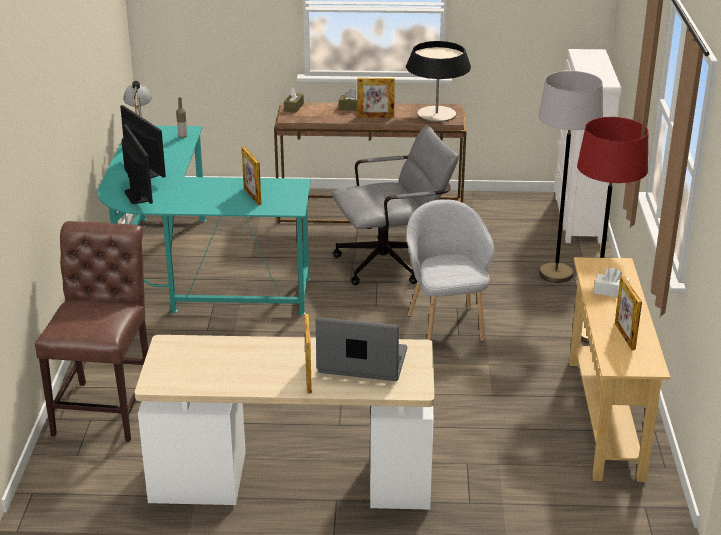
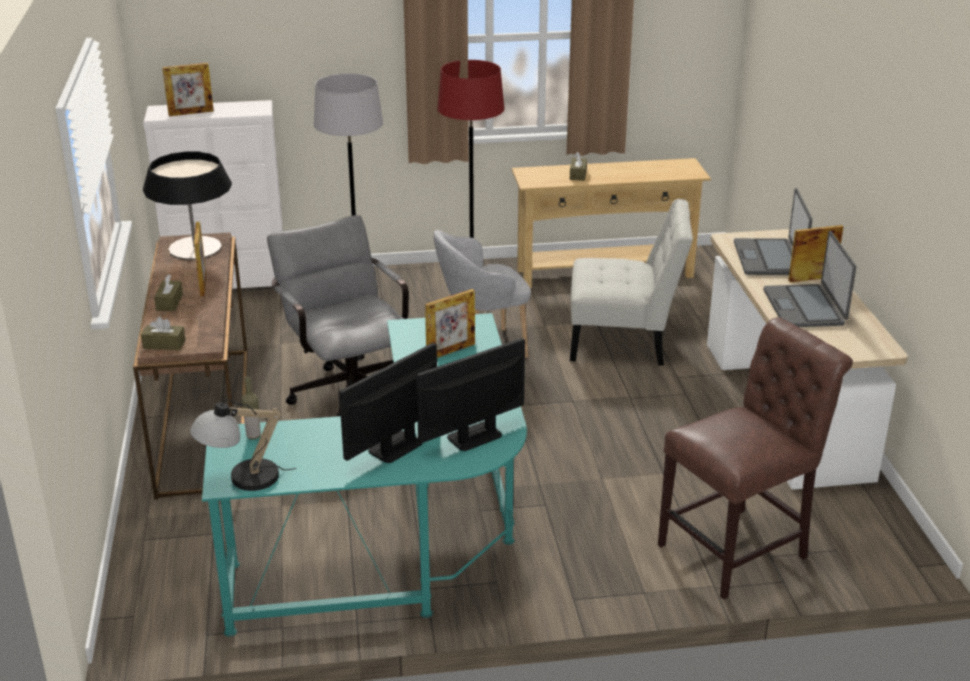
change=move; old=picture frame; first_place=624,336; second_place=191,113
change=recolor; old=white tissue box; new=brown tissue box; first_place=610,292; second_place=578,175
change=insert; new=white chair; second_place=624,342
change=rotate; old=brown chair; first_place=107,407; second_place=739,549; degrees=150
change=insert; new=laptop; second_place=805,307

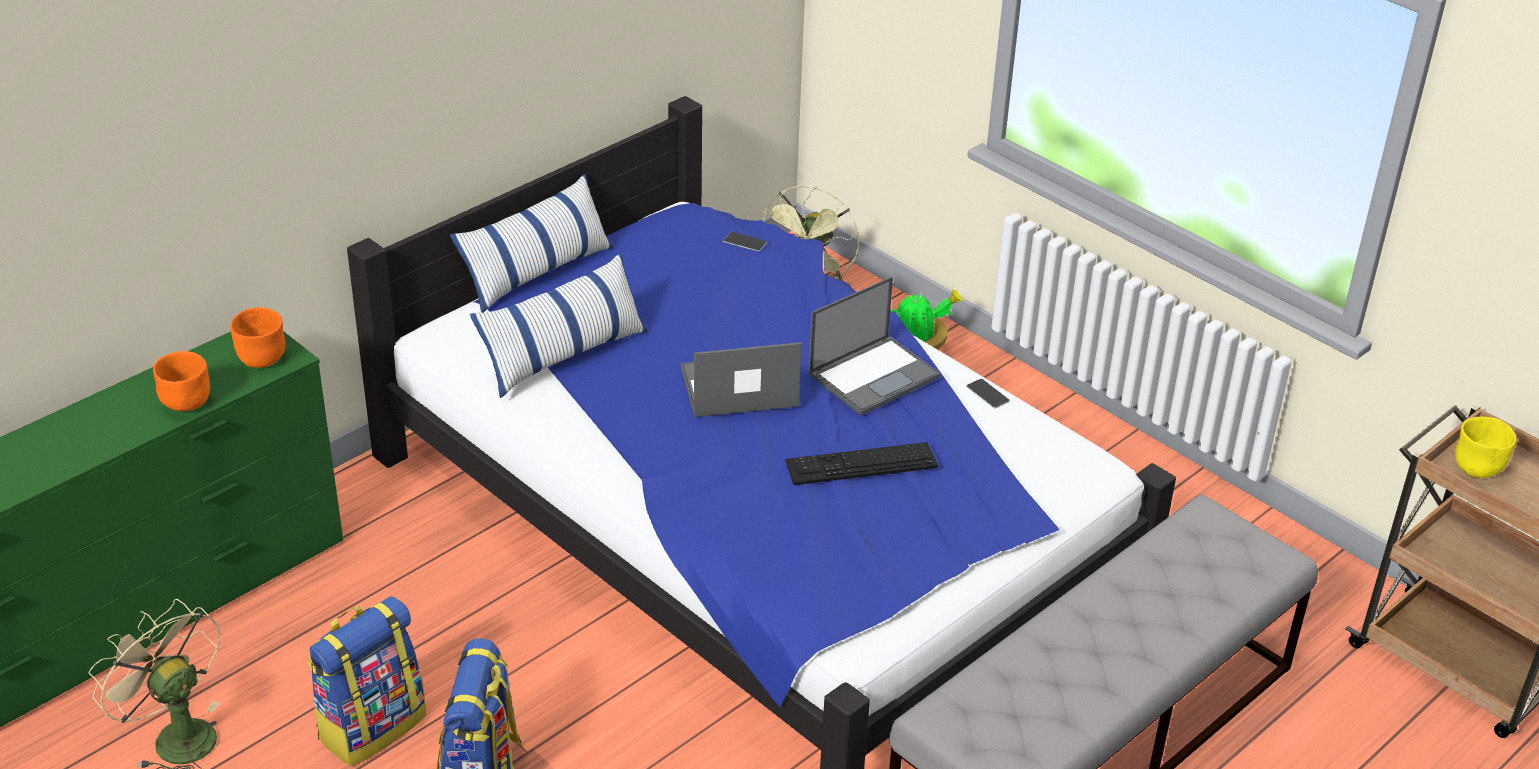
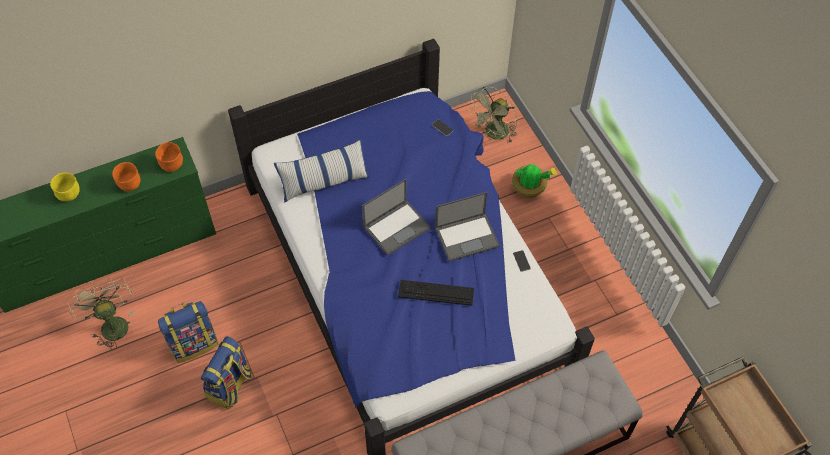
change=move; old=yellow bowl; first_place=1478,469; second_place=70,195
change=rotate; old=laptop; first_place=737,387; second_place=397,226; degrees=135
change=delete; old=pillow; first_place=537,272

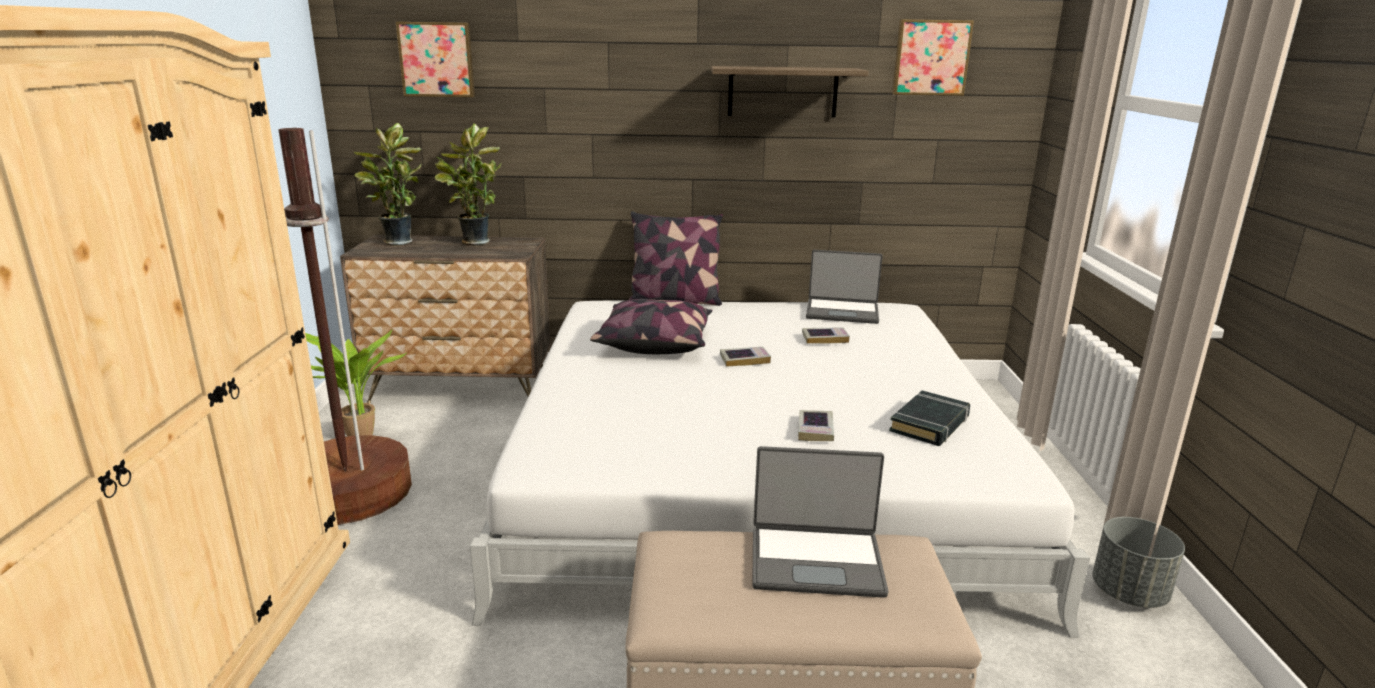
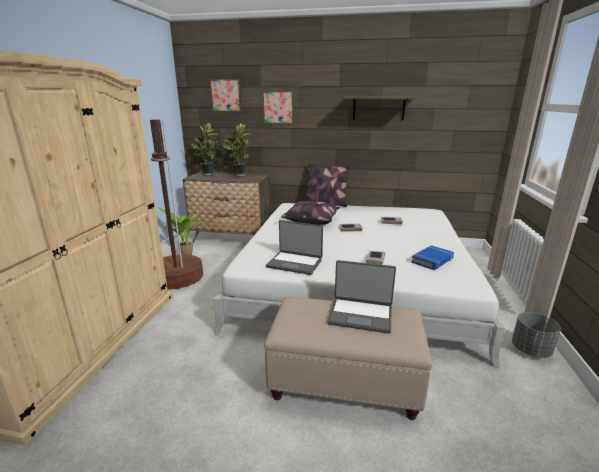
change=move; old=picture; first_place=931,57; second_place=278,107
change=move; old=laptop; first_place=842,312; second_place=295,263
change=recolor; old=black book; new=blue book; first_place=930,424; second_place=432,260

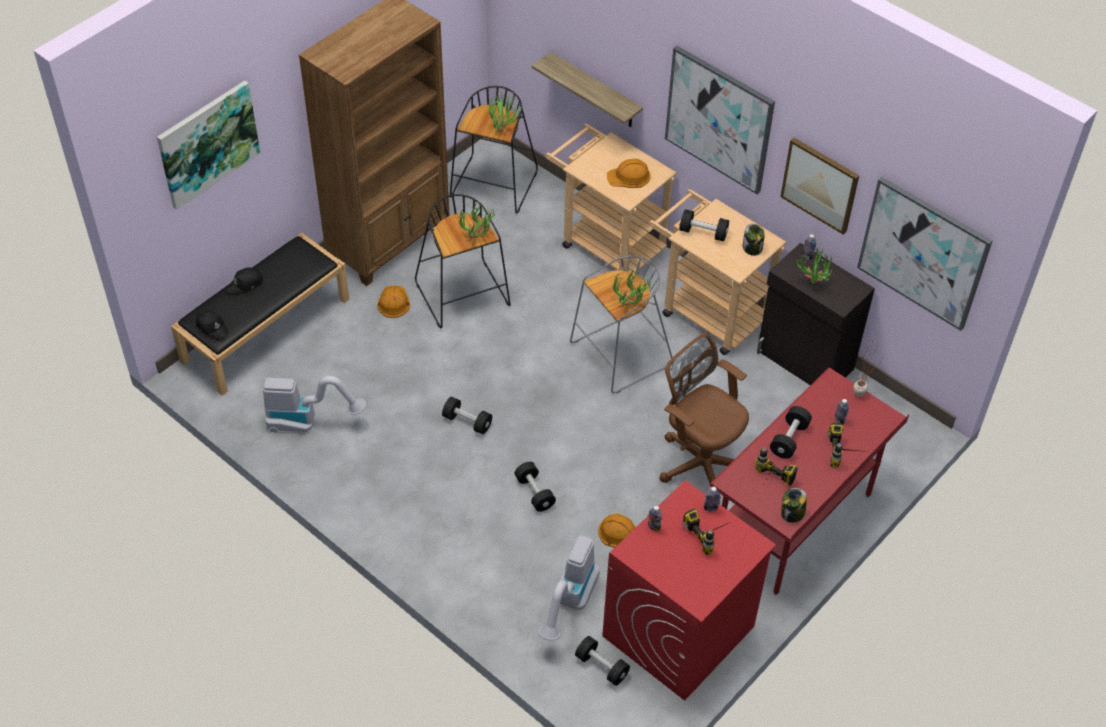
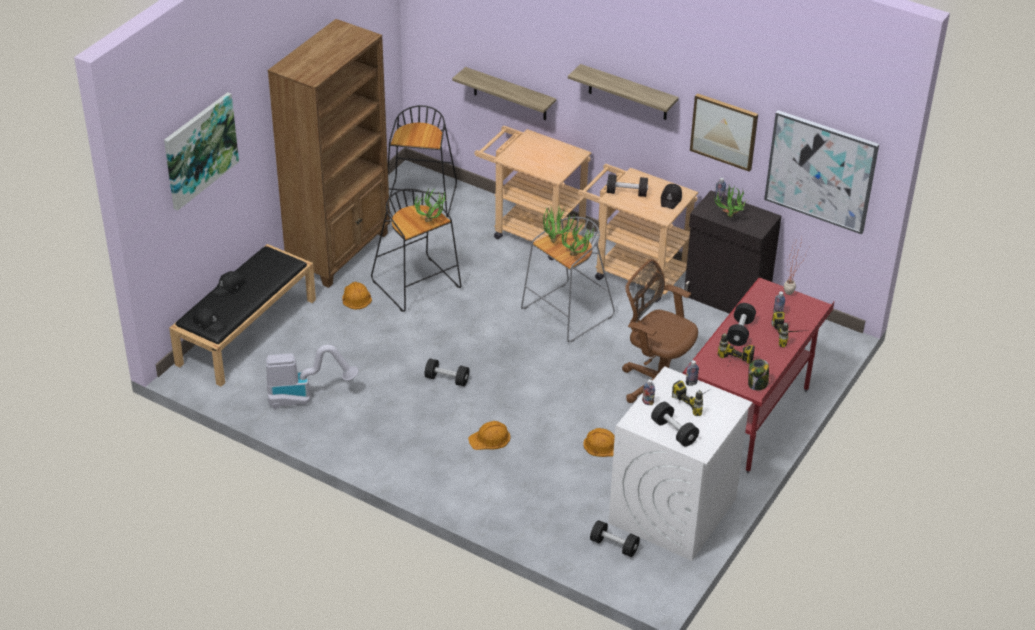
change=move; old=orange hard hat; first_place=629,177; second_place=490,439
change=move; old=potted plant; first_place=503,128; second_place=555,239
change=replace; old=picture; new=shelf; first_place=719,119; second_place=628,93
change=recolor; old=red washing machine; new=white washing machine; first_place=678,632; second_place=672,511
change=move; old=black dumbbell; first_place=534,493; second_place=674,432
change=replace; old=jar; new=black cap; first_place=752,248; second_place=671,199
change=delete; old=vacuum cleaner; first_place=569,604

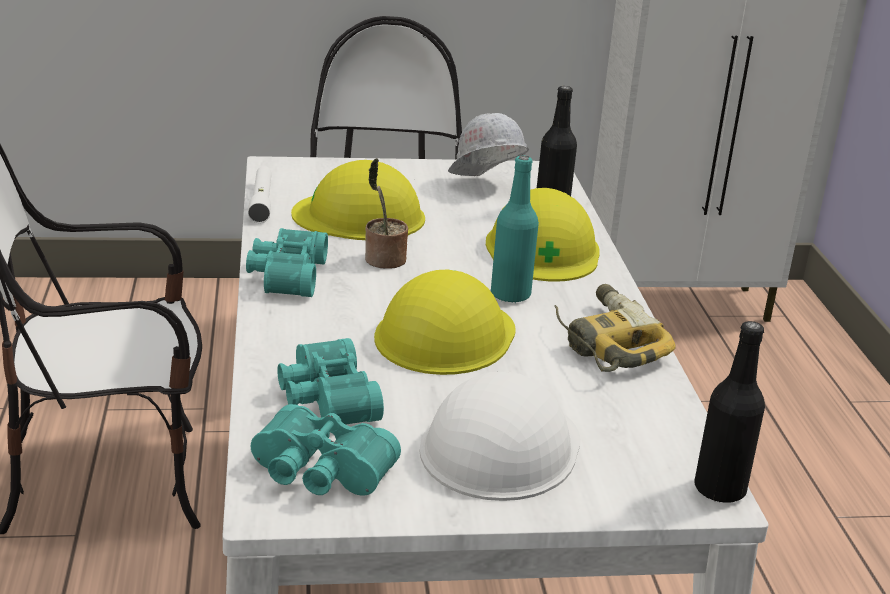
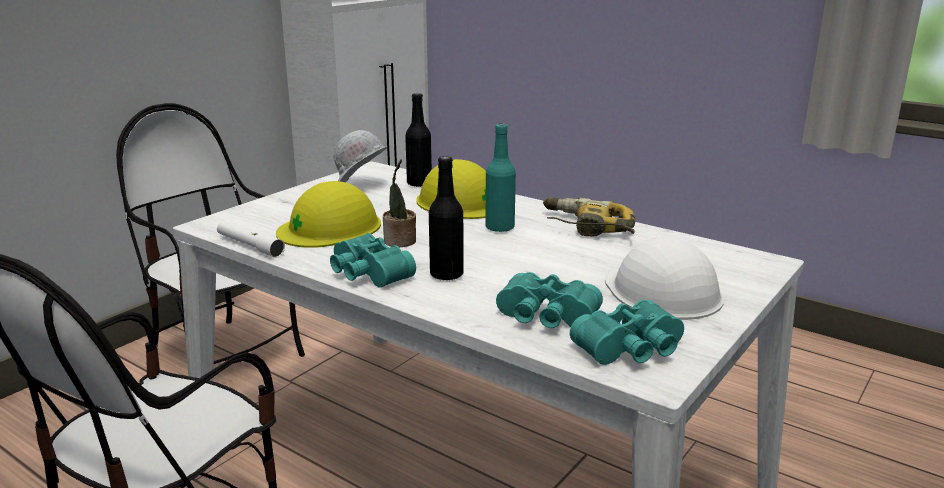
change=move; old=black bottle; first_place=719,489; second_place=446,275
change=delete; old=yellow hard hat; first_place=445,335

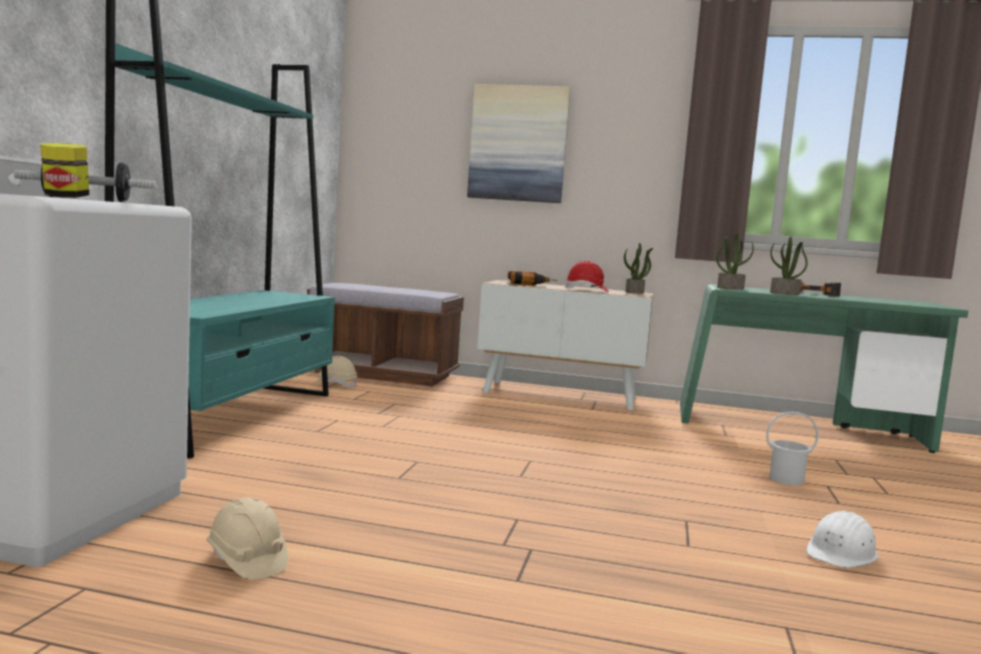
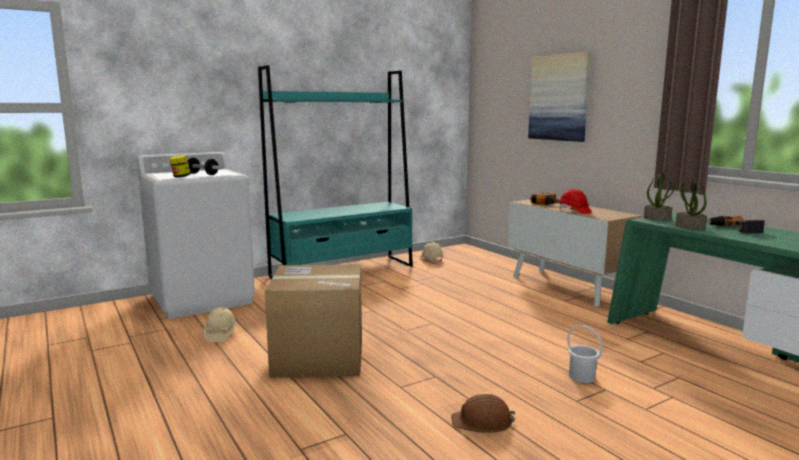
change=insert; new=cardboard box; second_place=319,357
change=recolor; old=white hard hat; new=brown hard hat; first_place=841,552; second_place=482,422
change=delete; old=brown bench; first_place=383,374
change=delete; old=potted plant; first_place=635,292

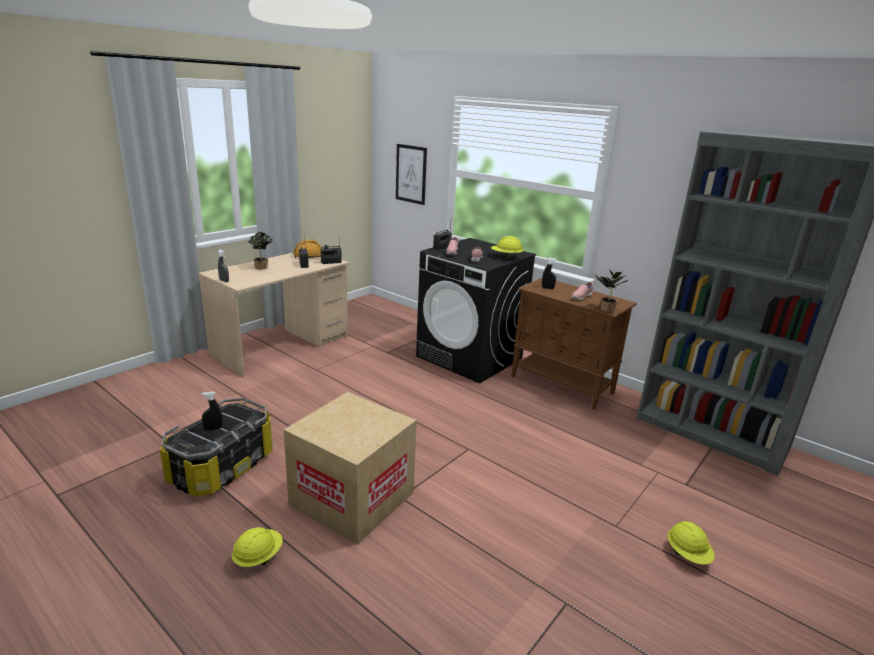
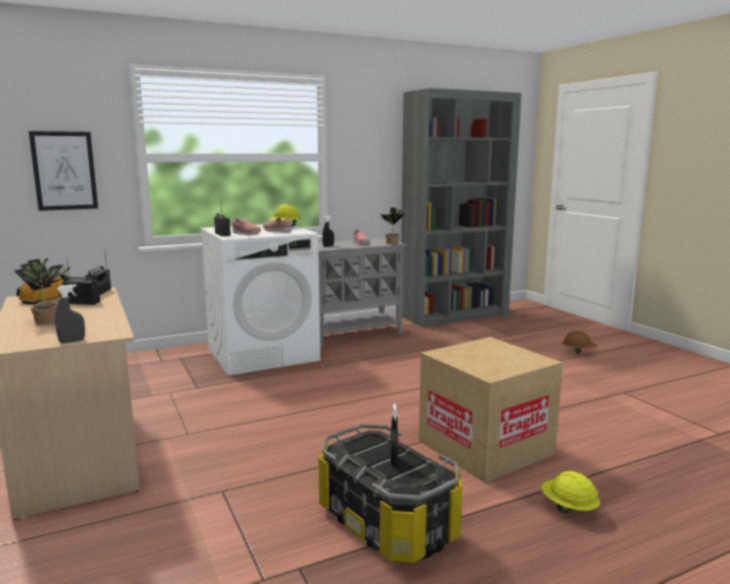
change=recolor; old=black washing machine; new=white washing machine; first_place=470,357; second_place=263,354
change=recolor; old=brown cabinet; new=grey cabinet; first_place=562,385; second_place=353,334
change=recolor; old=yellow hard hat; new=brown hard hat; first_place=687,555; second_place=579,352

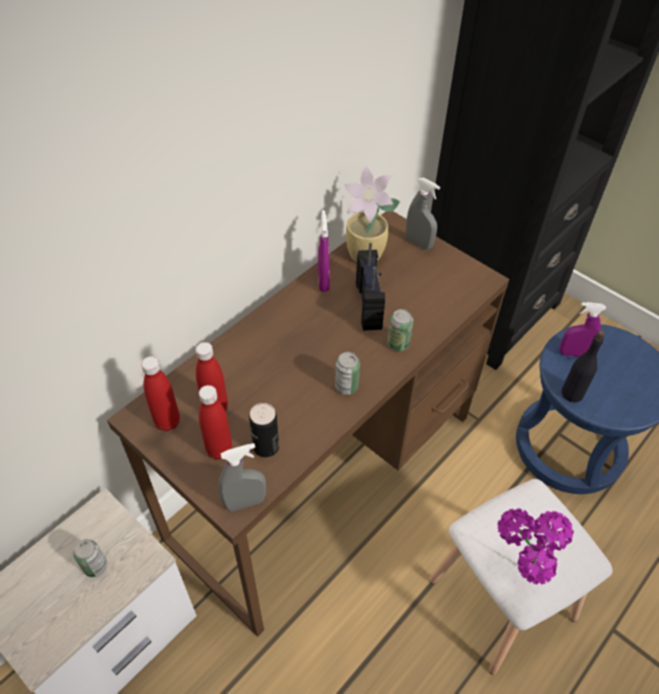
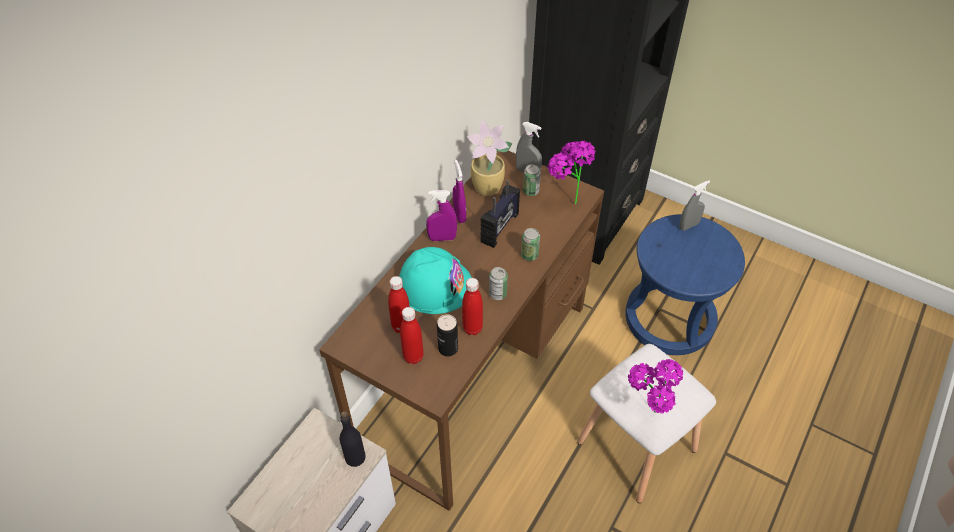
change=move; old=black bottle; first_place=572,393; second_place=355,457
change=insert; new=turquoise hard hat; second_place=434,285
change=move; old=purple spray bottle; first_place=573,354; second_place=442,238
change=move; old=red bottle; first_place=167,422; second_place=472,328
change=rotate; old=radio; first_place=369,305; second_place=500,228; degrees=45
change=move; old=can; first_place=95,566; second_place=530,191
change=insert; new=potted plant; second_place=565,201
change=move; old=grey spray bottle; first_place=245,502; second_place=688,225

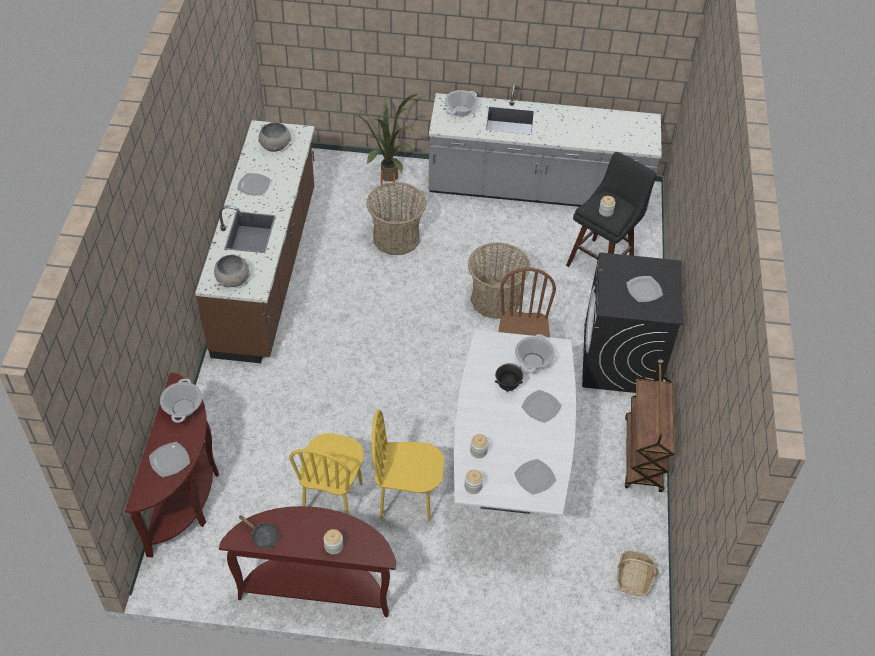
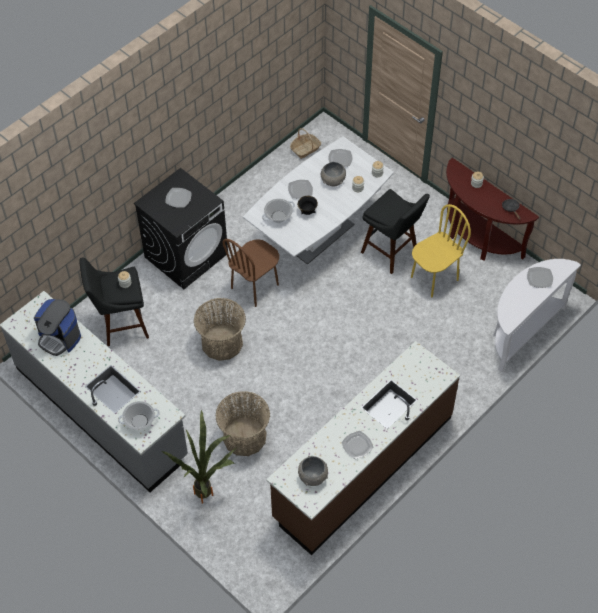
change=insert; new=coffee machine; second_place=59,338
change=move; old=grey bowl; first_place=233,280; second_place=333,180
change=replace; old=yellow chair; new=black stool; first_place=407,500; second_place=392,253
change=recolor; old=brown console table; new=white console table; first_place=186,496; second_place=522,331
change=delete; old=cooking pot; first_place=183,408
change=delete; old=brown cart; first_place=643,455

